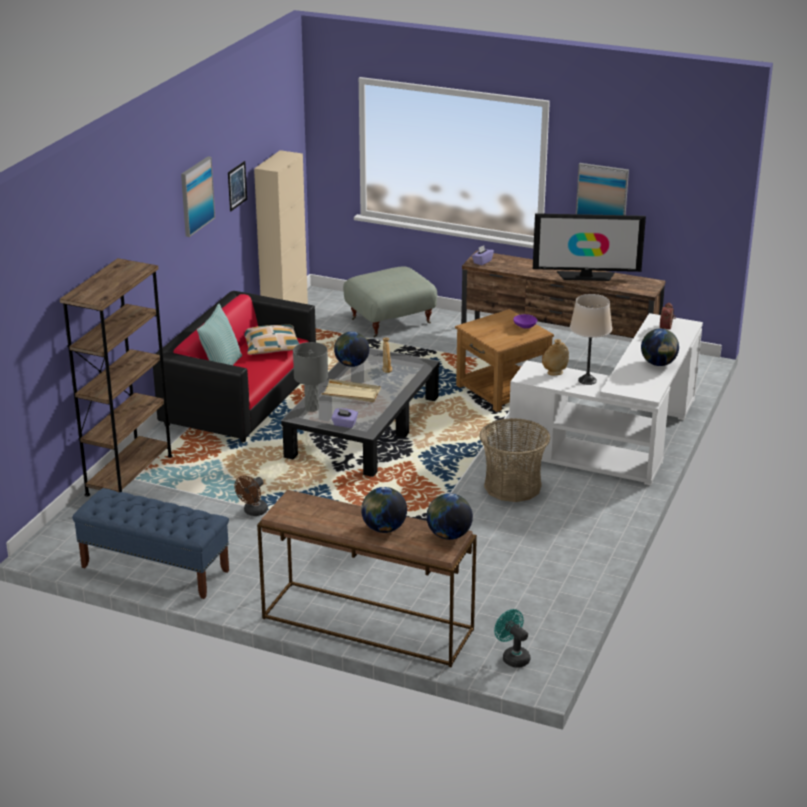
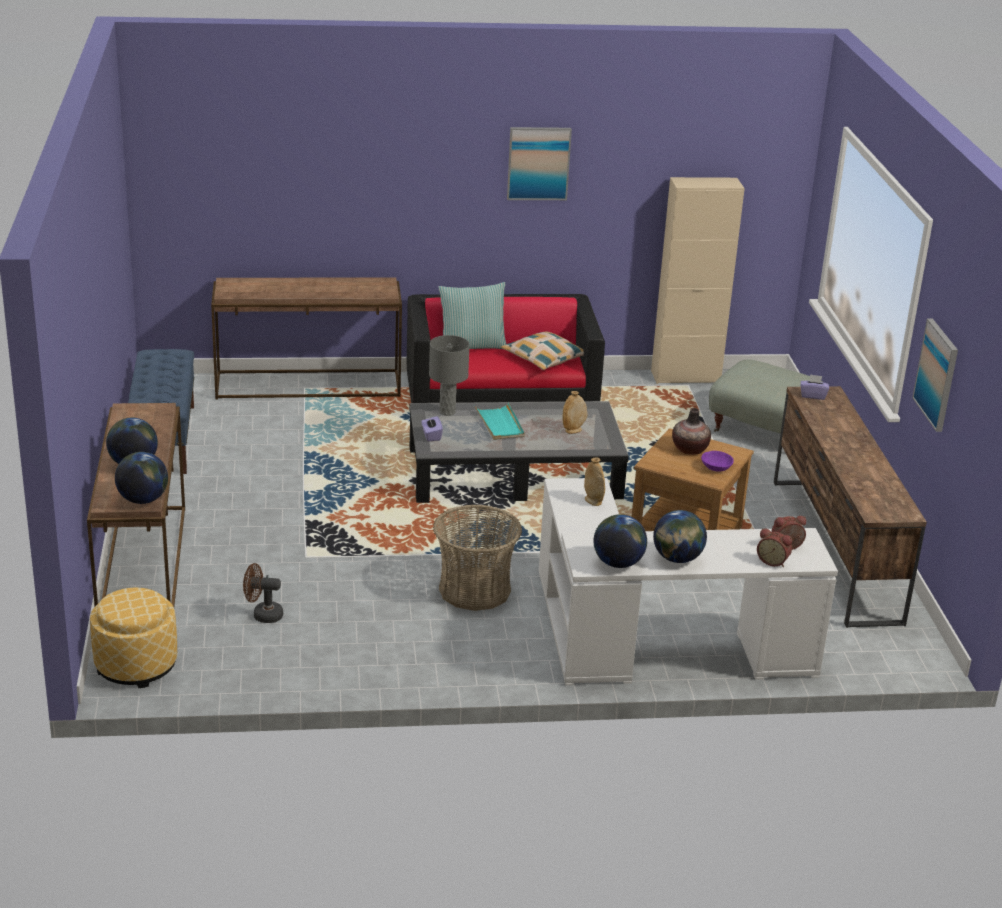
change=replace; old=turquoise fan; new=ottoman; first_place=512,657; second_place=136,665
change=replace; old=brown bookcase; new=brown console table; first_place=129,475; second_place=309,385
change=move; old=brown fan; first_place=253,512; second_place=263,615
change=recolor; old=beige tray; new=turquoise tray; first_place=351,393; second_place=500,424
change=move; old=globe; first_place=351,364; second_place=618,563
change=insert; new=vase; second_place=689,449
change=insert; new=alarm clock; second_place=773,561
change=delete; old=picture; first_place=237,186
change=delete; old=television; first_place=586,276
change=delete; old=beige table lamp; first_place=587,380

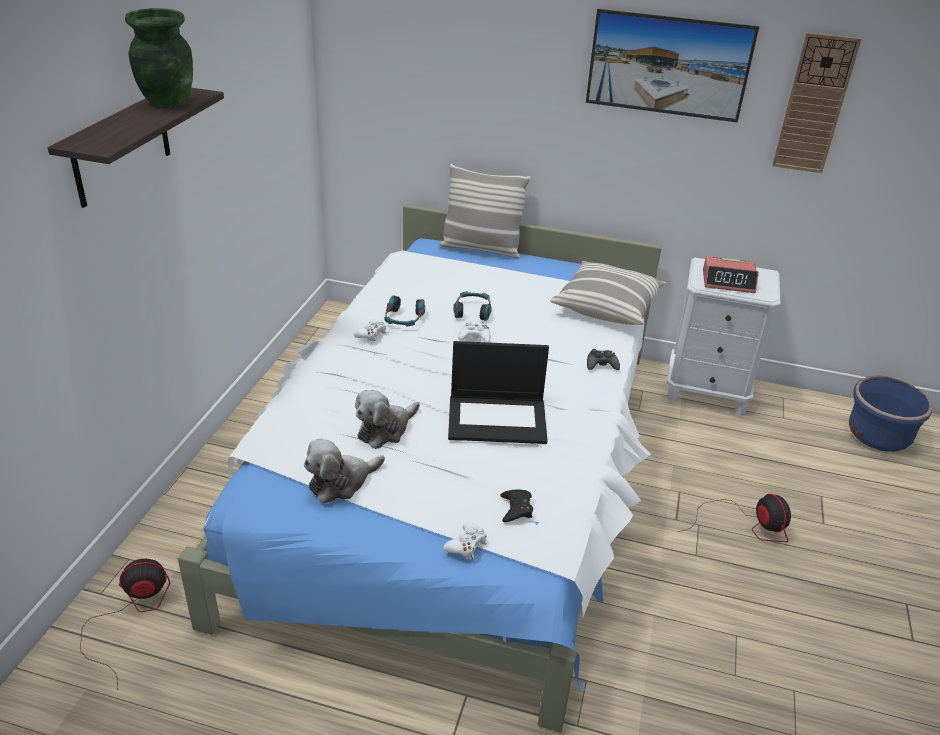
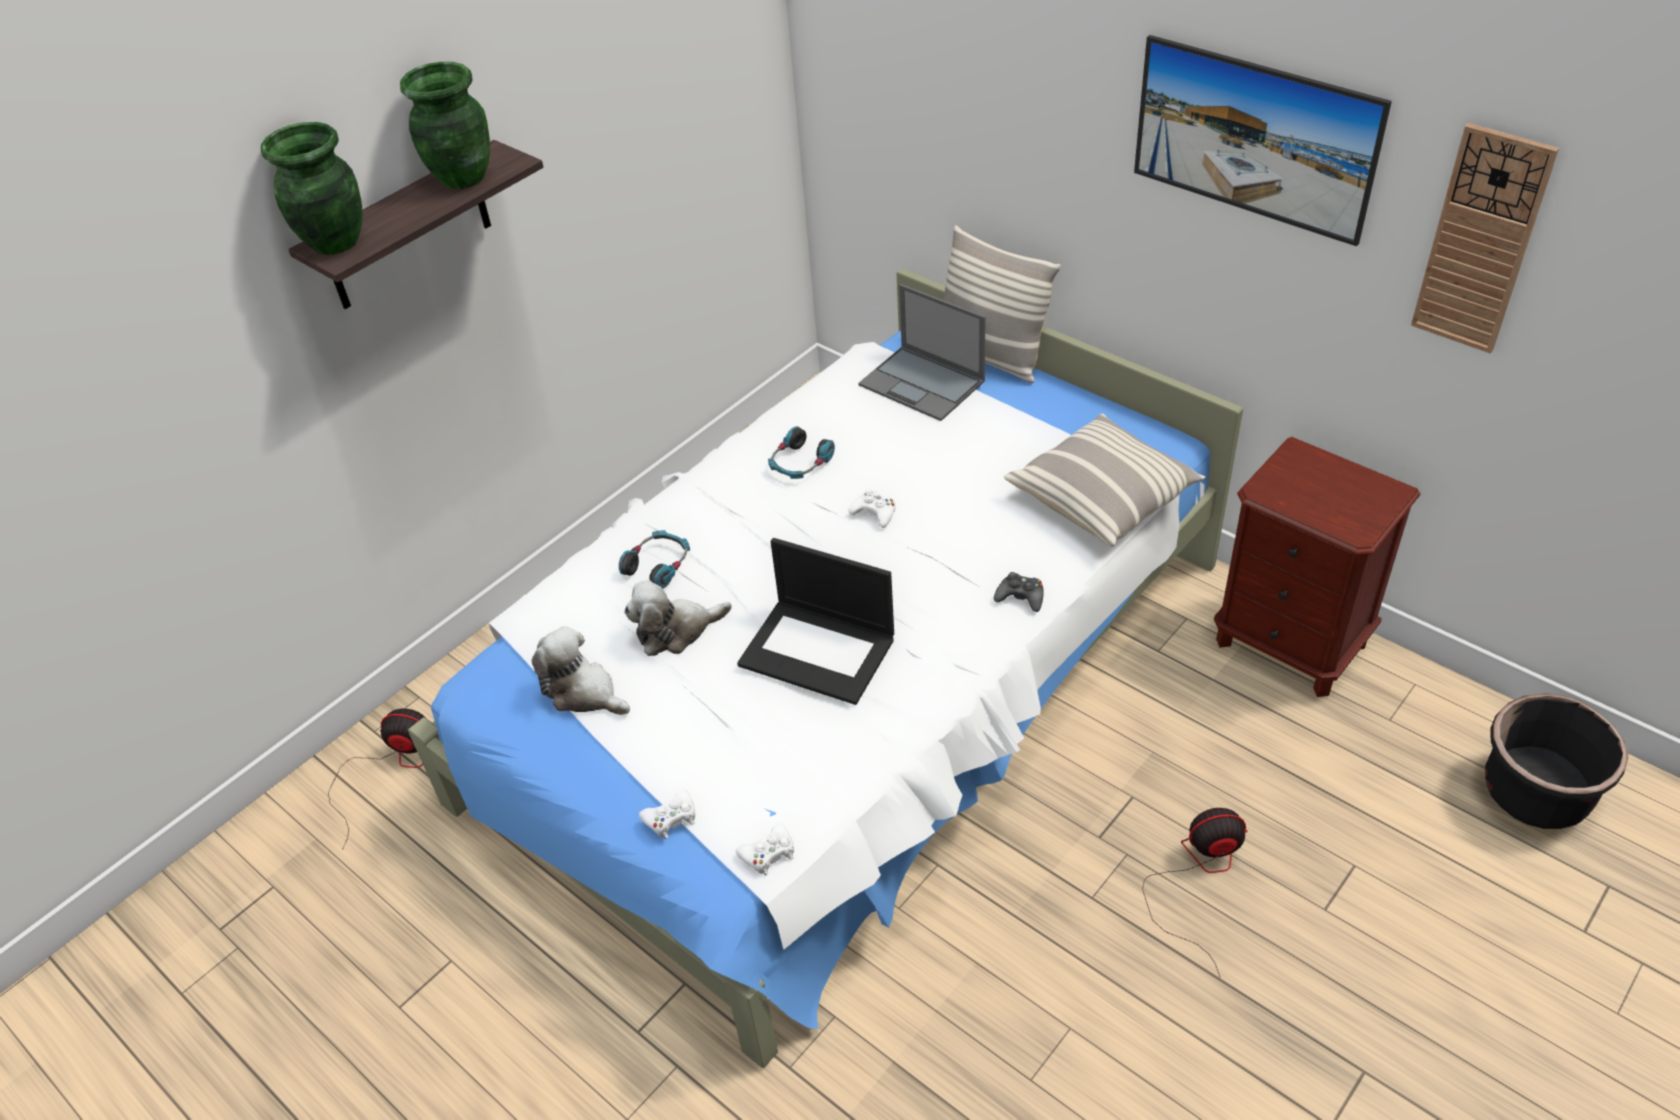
change=insert; new=green vase; second_place=334,243
change=rotate; old=plush toy; first_place=341,482; second_place=584,692; degrees=45
change=move; old=headphones; first_place=472,311; second_place=658,565
change=move; old=white game controller; first_place=371,334; second_place=768,854
change=insert; new=laptop; second_place=923,383
change=rotate; old=fan; first_place=746,525; second_place=1199,876; degrees=-105
change=recolor; old=white nightstand; new=brown nightstand; first_place=707,391; second_place=1290,643
change=recolor; old=blue planter; new=black planter; first_place=877,436; second_place=1536,792
change=delete; old=black game controller; first_place=516,509
change=delete; old=alarm clock; first_place=728,281

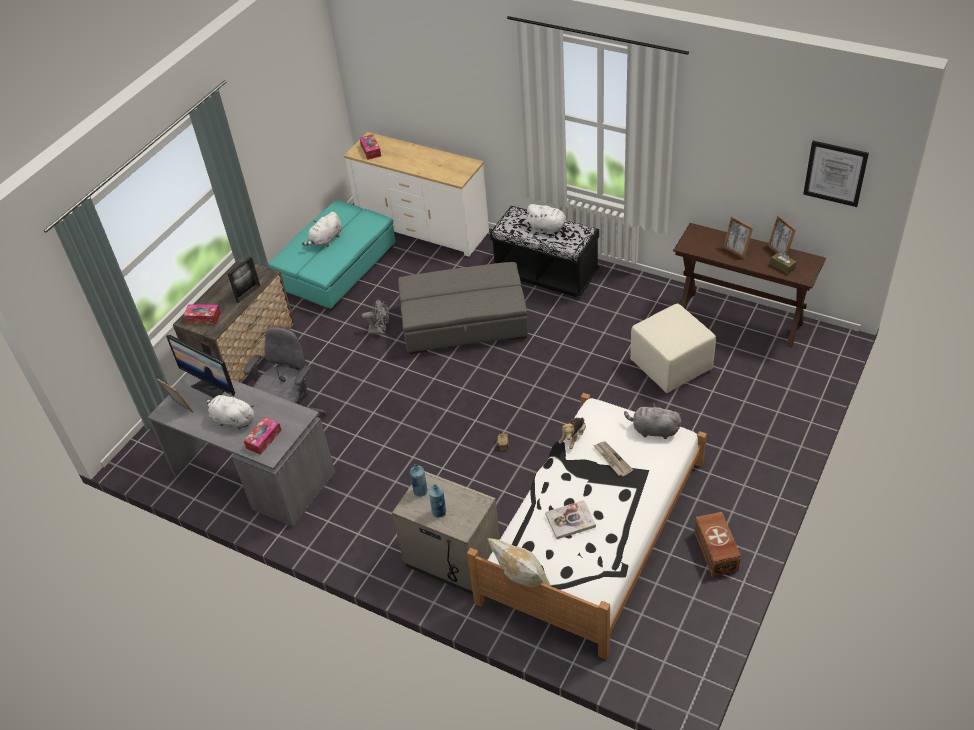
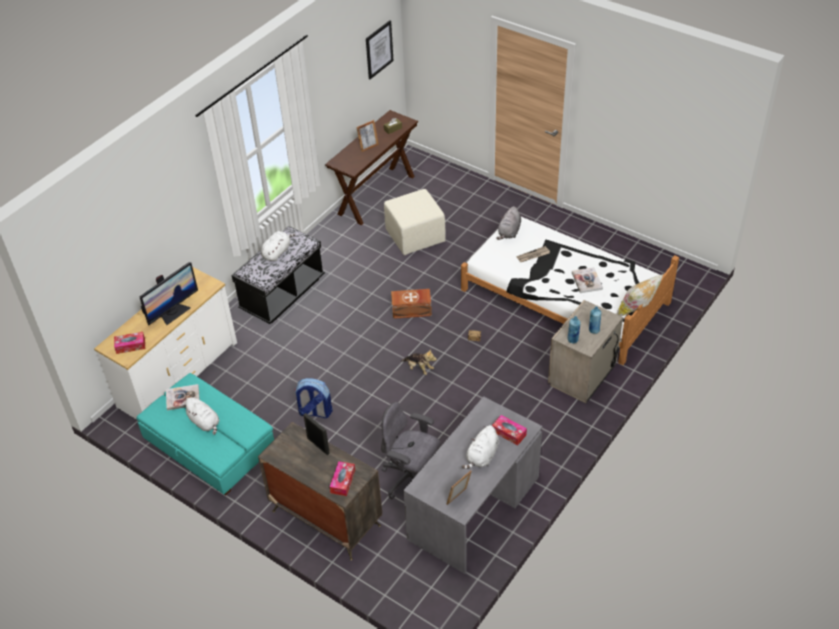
change=move; old=monitor; first_place=211,387; second_place=173,313
change=insert; new=book; second_place=183,398
change=replace; old=grey fan; new=backpack; first_place=380,330; second_place=314,412
change=move; old=brown storage box; first_place=715,552; second_place=412,310
change=move; old=plush toy; first_place=573,437; second_place=419,368
change=delete; old=grey ottoman; first_place=464,321
change=delete; old=picture frame; first_place=779,251

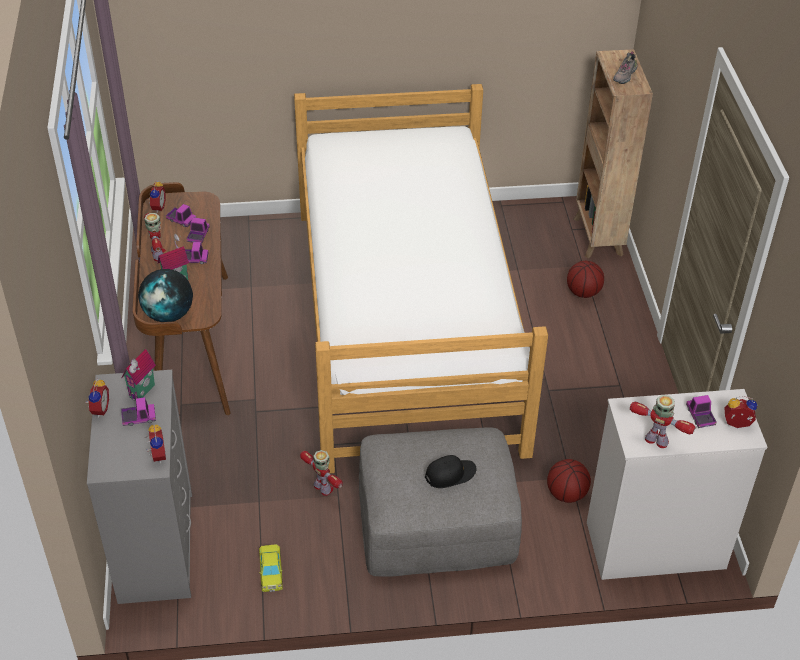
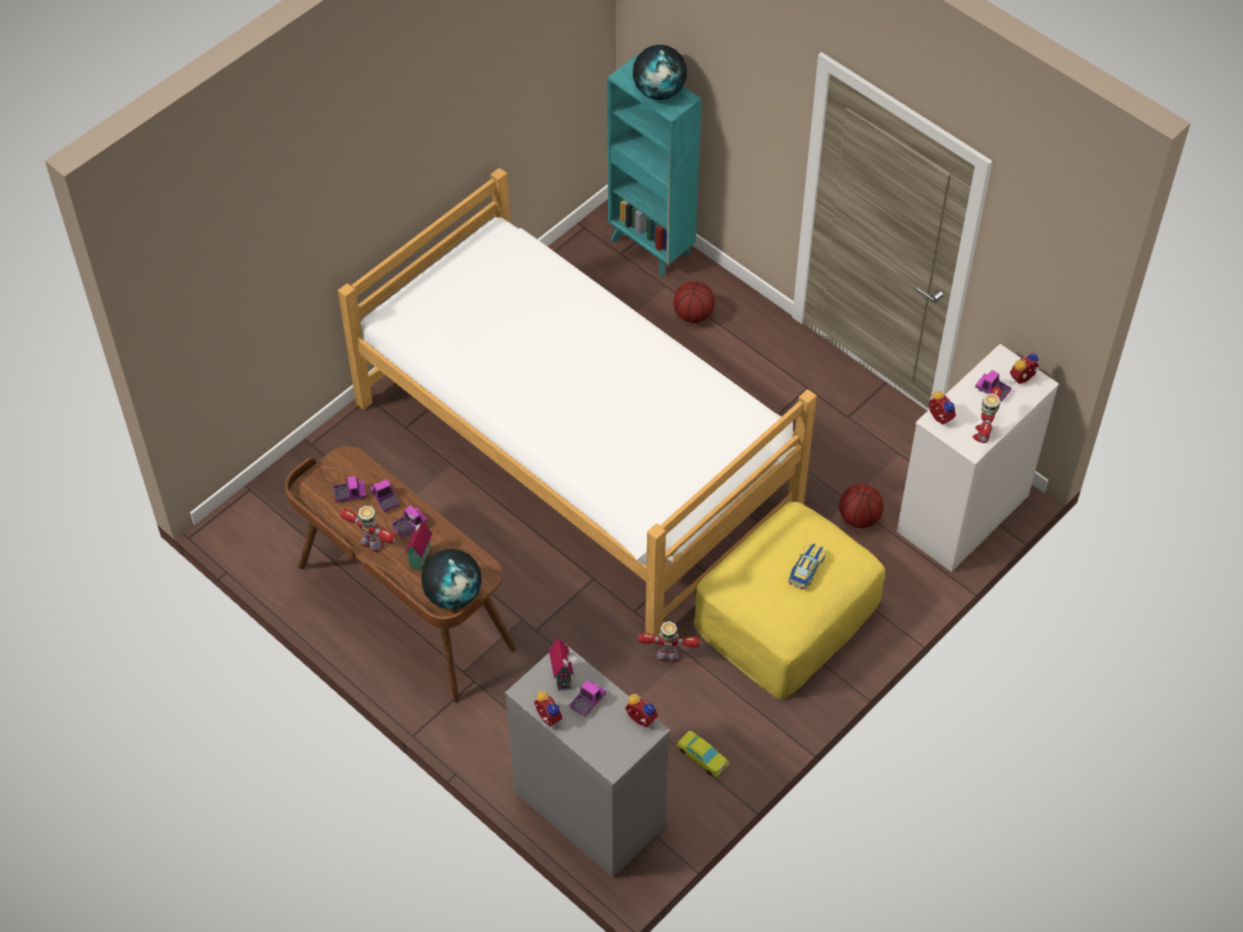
change=recolor; old=brown bookcase; new=turquoise bookcase; first_place=598,237; second_place=651,247
change=replace; old=shoe; new=globe; first_place=625,75; second_place=659,91
change=recolor; old=grey ottoman; new=yellow ottoman; first_place=436,521; second_place=786,616
change=replace; old=black cap; new=toy car; first_place=450,474; second_place=806,568
change=move; old=alarm clock; first_place=157,207; second_place=938,419
change=rotate; old=toy robot; first_place=657,441; second_place=983,433; degrees=-60

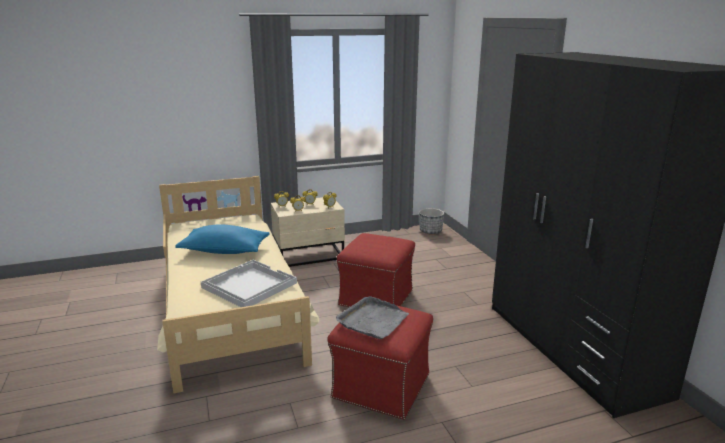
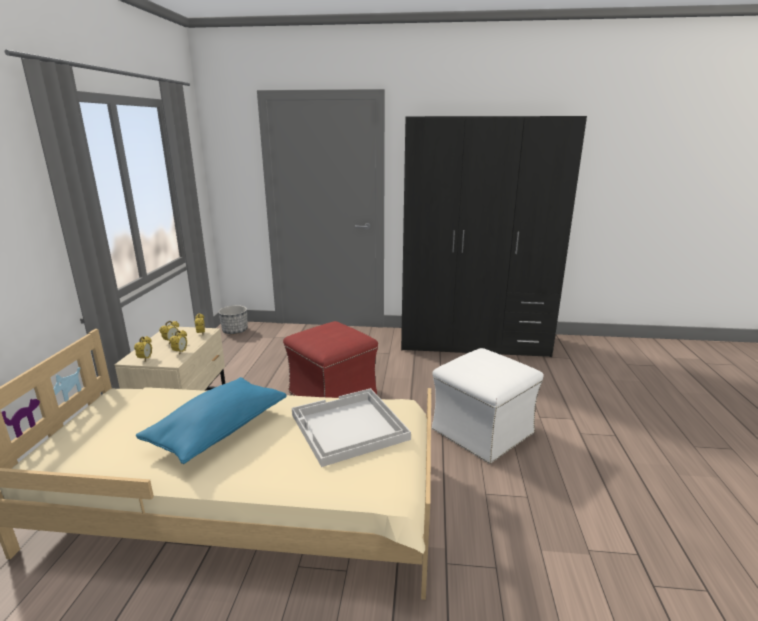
change=recolor; old=red ottoman; new=white ottoman; first_place=380,386; second_place=481,432
change=delete; old=grey tray; first_place=372,320

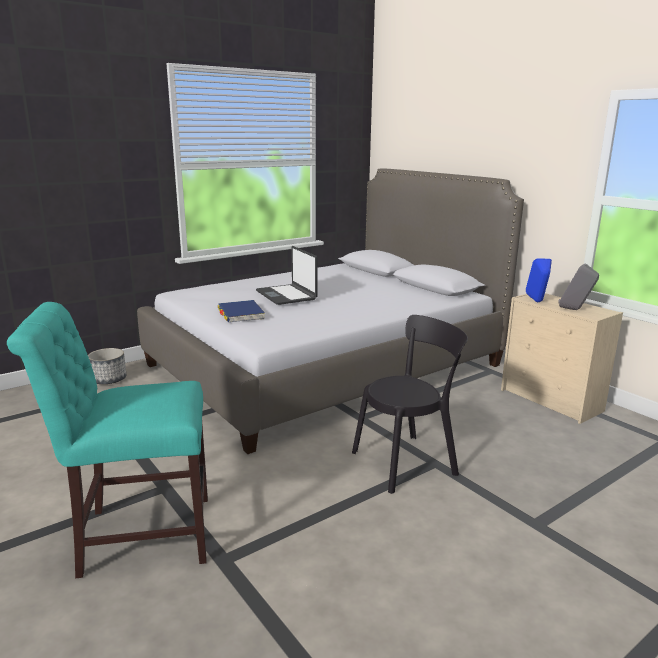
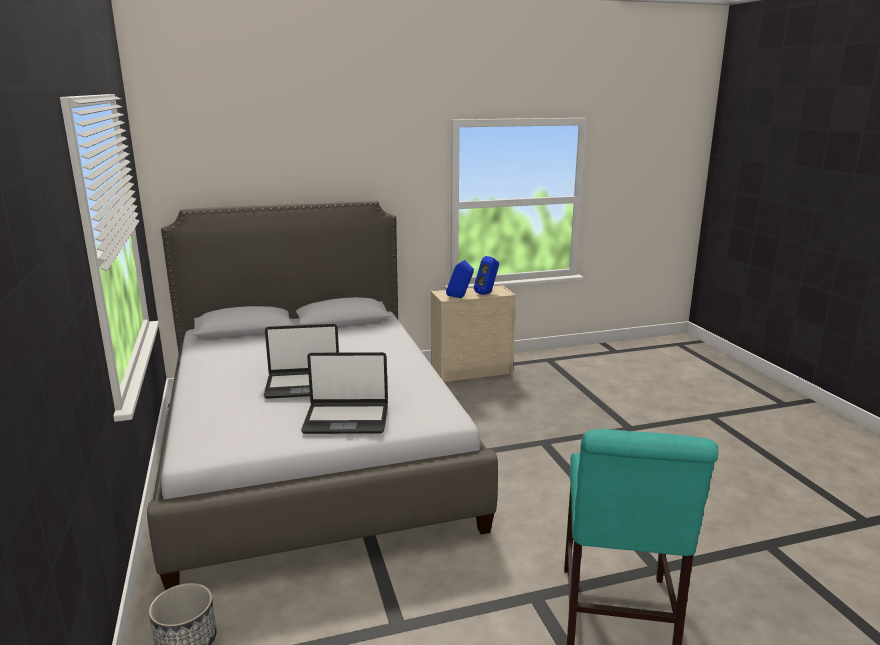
change=replace; old=blue book; new=laptop; first_place=241,314; second_place=346,419
change=recolor; old=grey speaker; new=blue speaker; first_place=575,310; second_place=487,293
change=delete; old=black chair; first_place=408,462

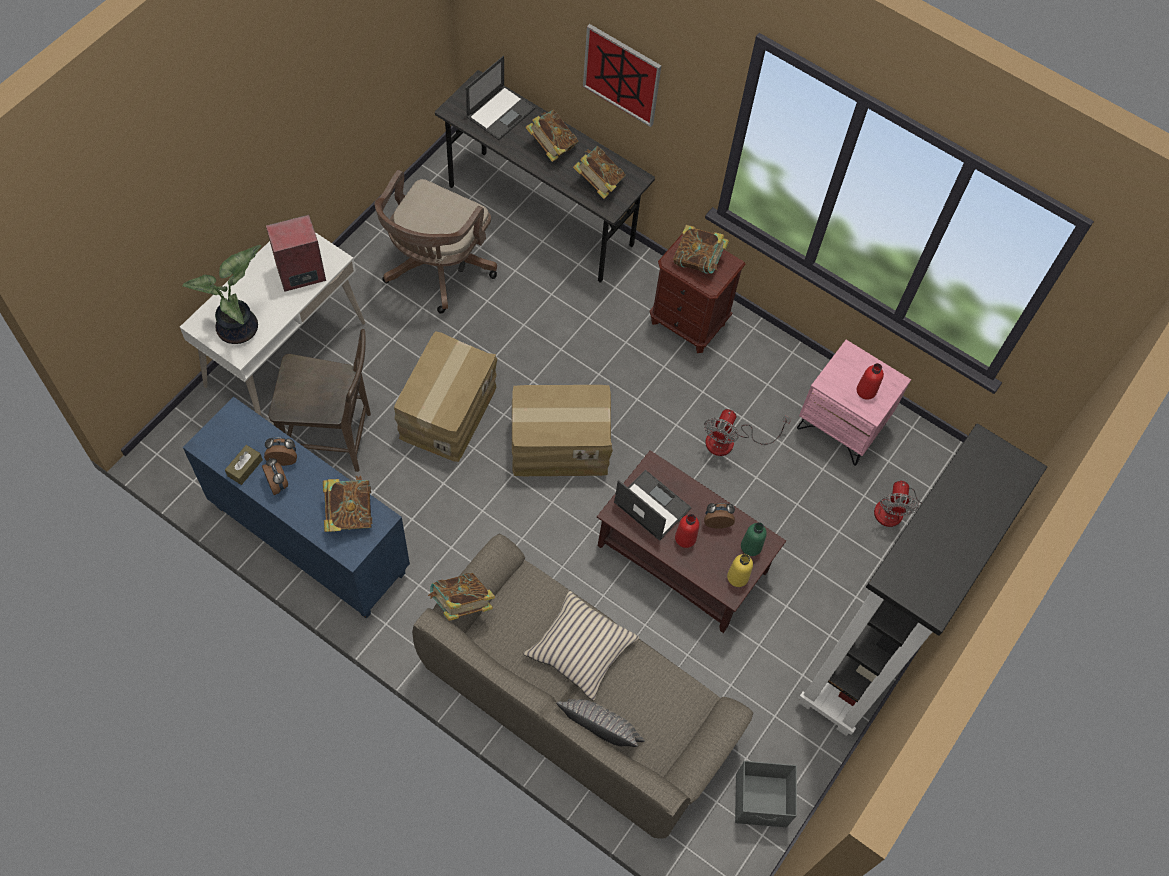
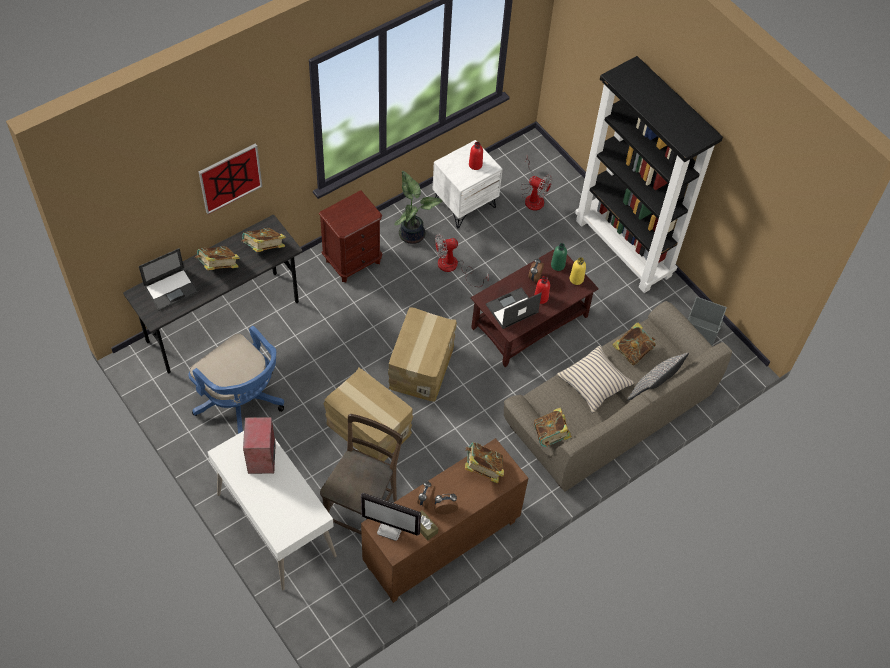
change=rotate; old=laptop; first_place=501,112; second_place=171,289; degrees=90
change=recolor; old=brown office chair; new=blue office chair; first_place=436,270; second_place=242,403
change=recolor; old=blue cabinet; new=brown cabinet; first_place=308,540; second_place=441,545
change=insert; new=monitor; second_place=391,528
change=move; old=potted plant; first_place=240,329; second_place=412,233
change=recolor; old=pink nightstand; new=white nightstand; first_place=841,425; second_place=464,204
change=rotate; old=fan; first_place=730,441; second_place=454,267; degrees=120
change=move; old=book; first_place=698,261; second_place=632,351

